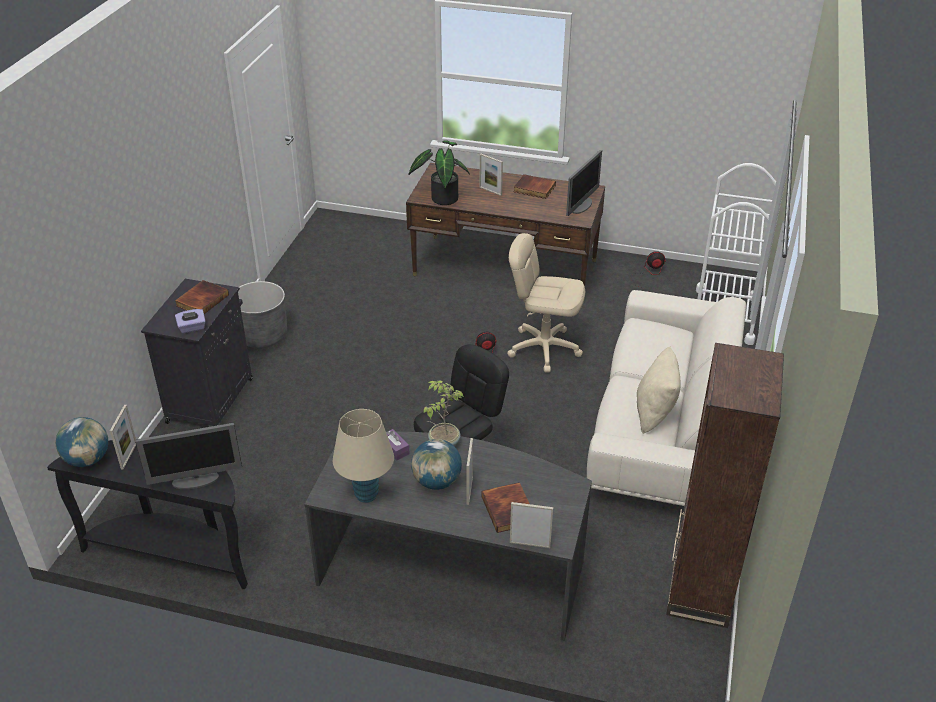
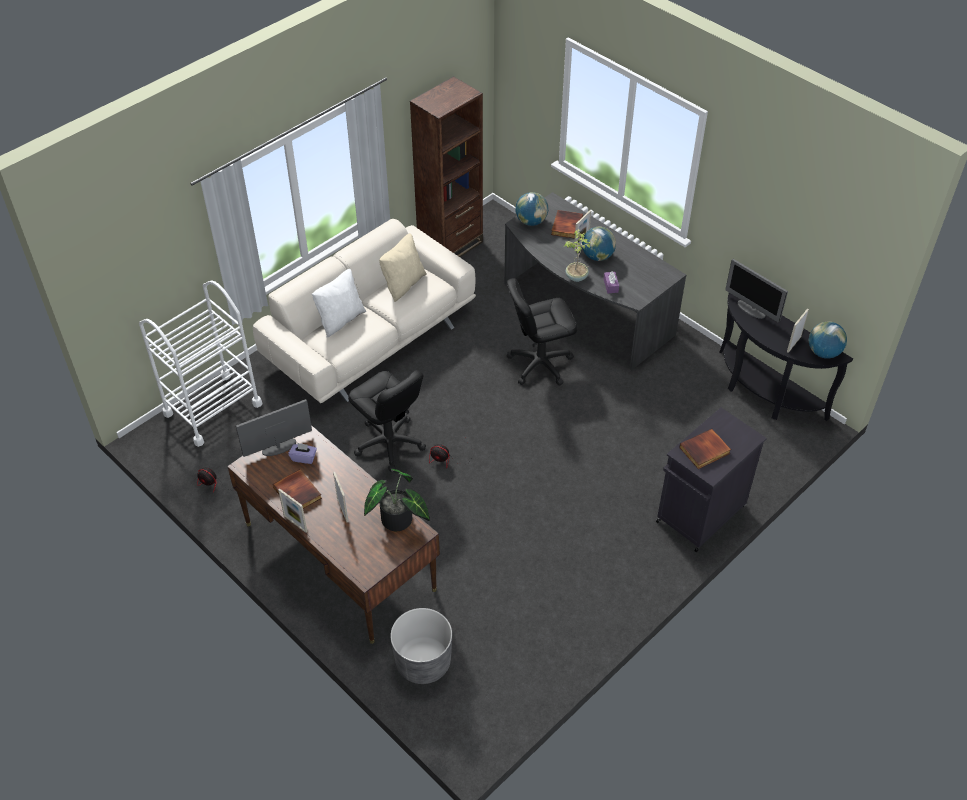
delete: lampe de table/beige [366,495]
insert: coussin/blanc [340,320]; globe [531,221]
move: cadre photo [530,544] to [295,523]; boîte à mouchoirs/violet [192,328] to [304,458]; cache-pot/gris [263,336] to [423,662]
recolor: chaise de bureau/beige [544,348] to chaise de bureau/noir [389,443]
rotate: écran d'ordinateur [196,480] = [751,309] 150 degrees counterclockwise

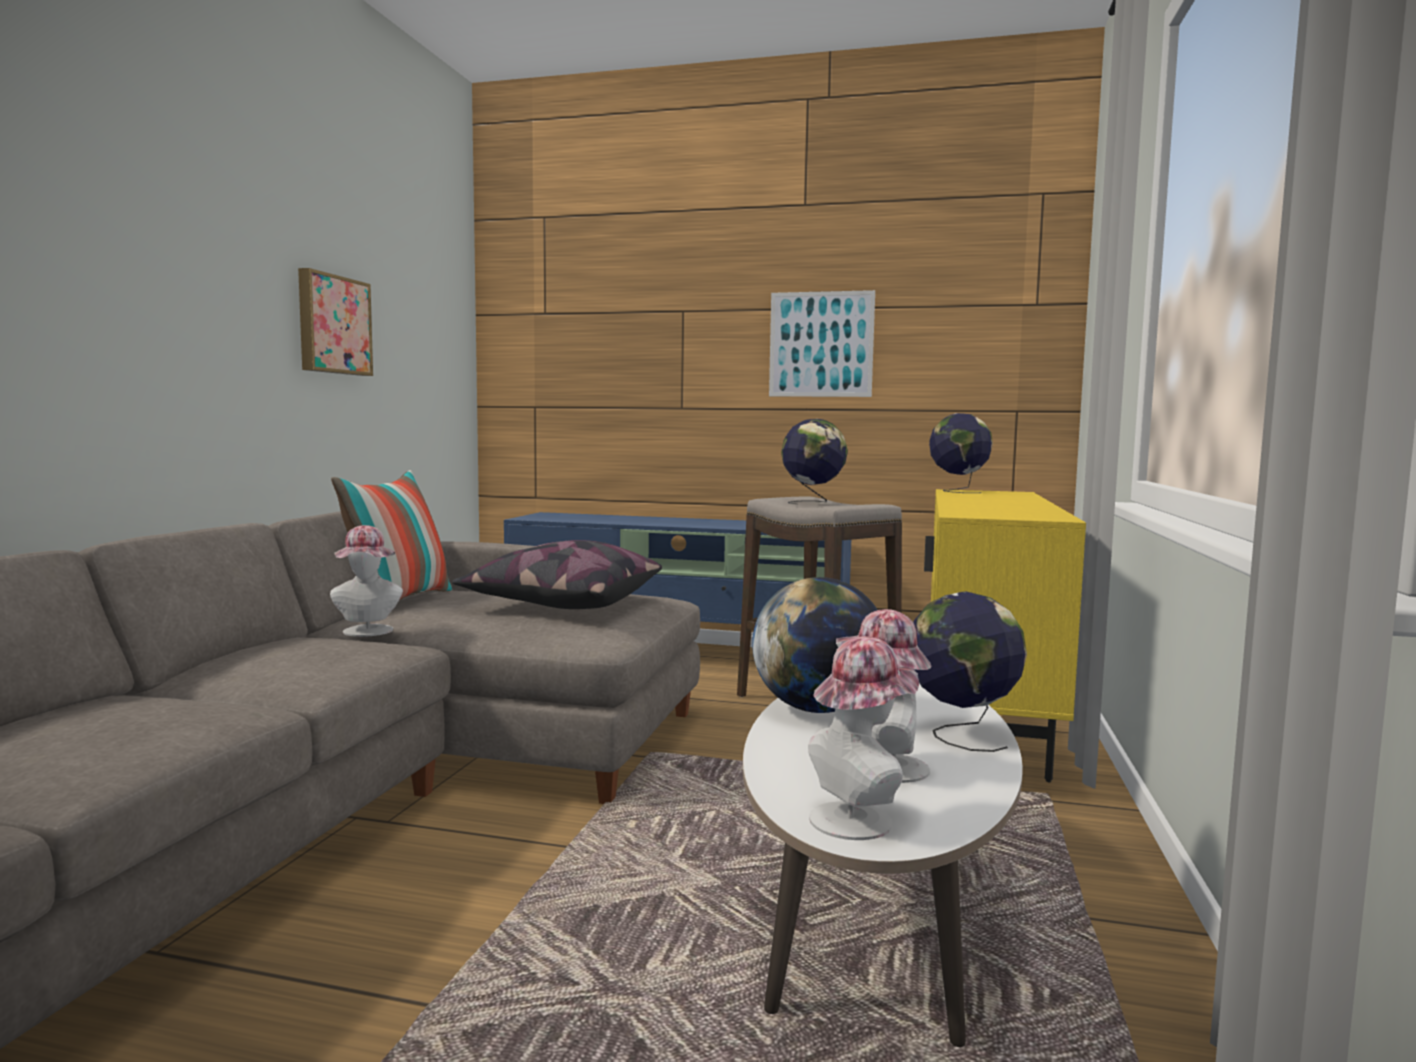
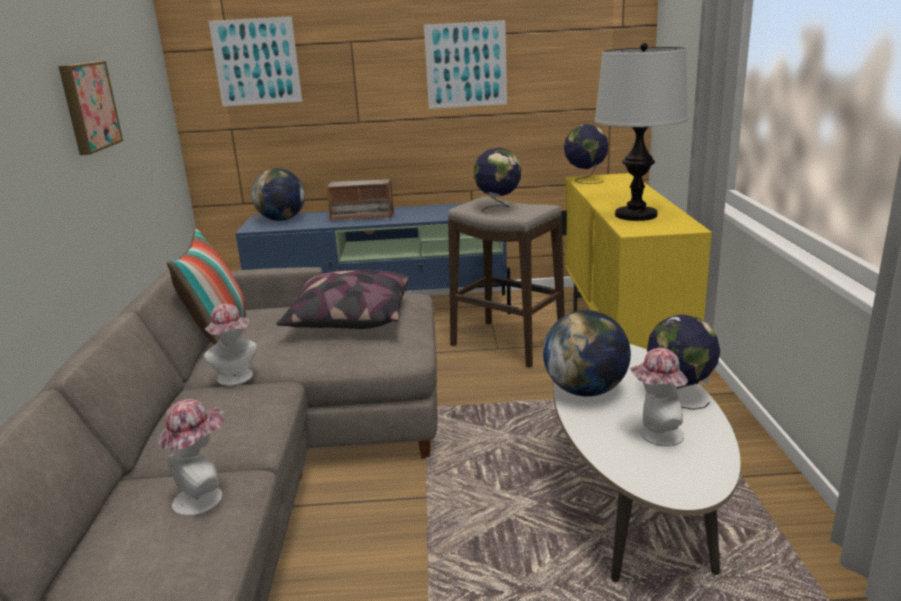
insert: tableau [256,62]; globe [282,219]; radio [362,216]; lampe de table [635,215]
move: chapeau [859,818] to [204,497]

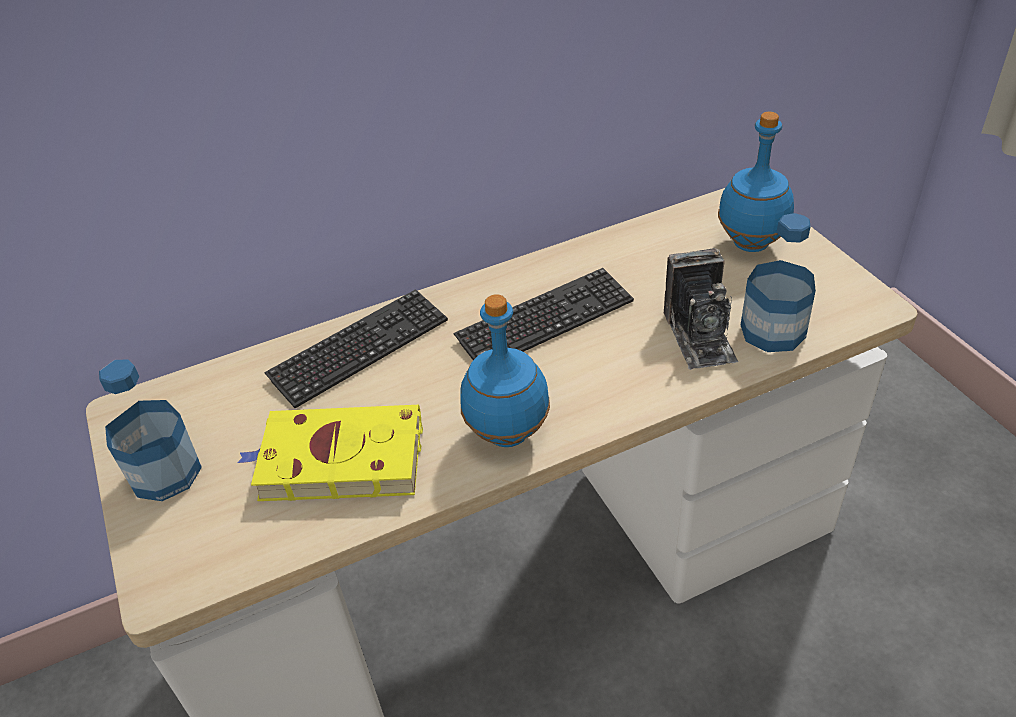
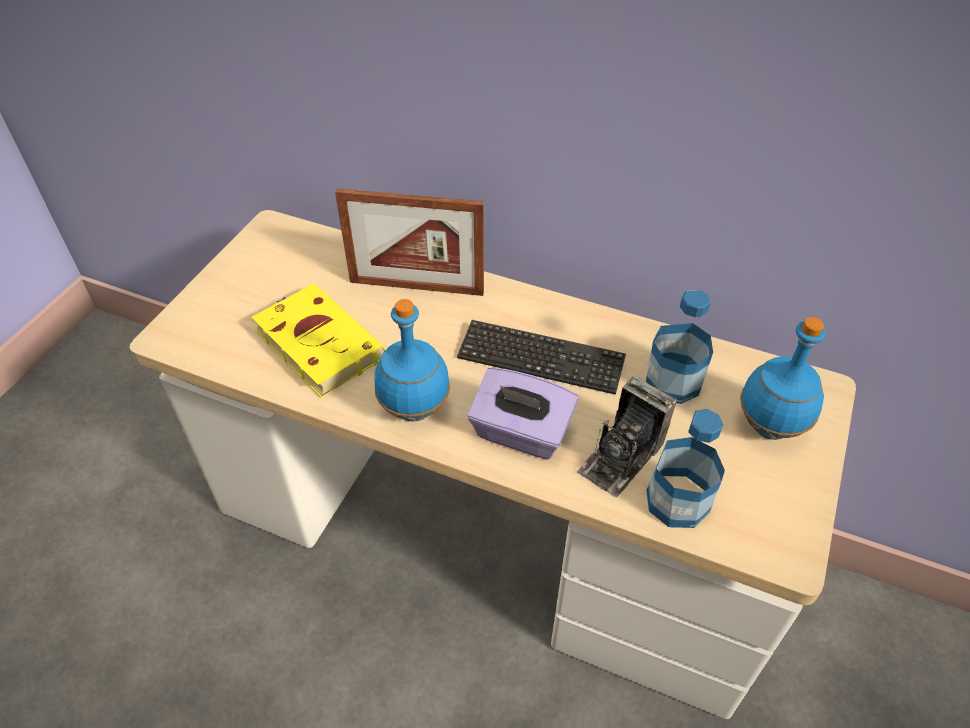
insert: boîte à mouchoirs/violet [520,433]
move: bouteille [165,473] to [673,381]
replace: clavier [359,349] to cadre photo [416,287]

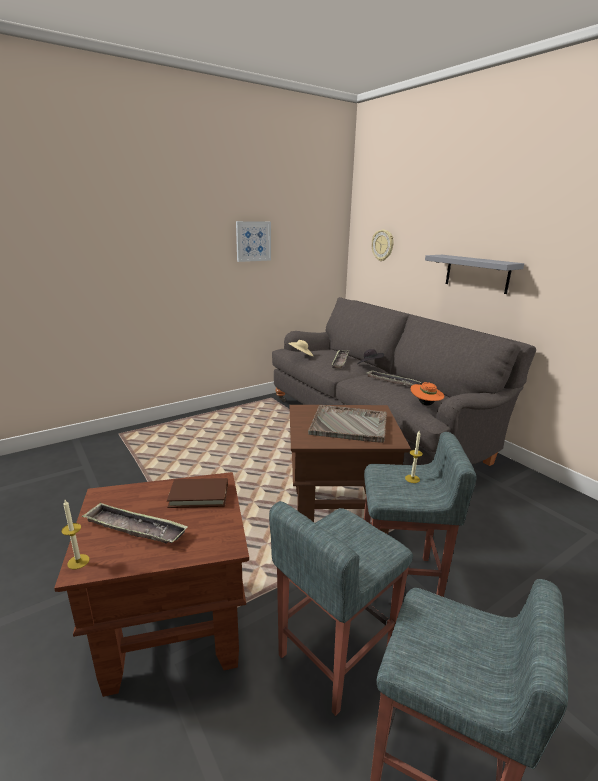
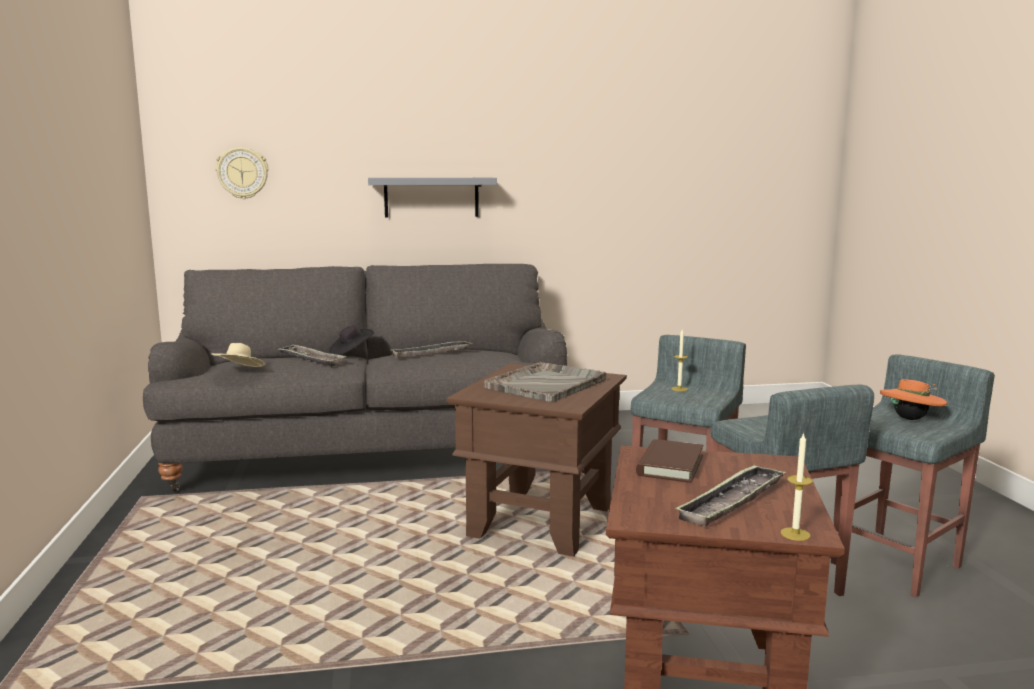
delete: tableau [253,241]
move: chapeau/orange [425,404] to [910,419]

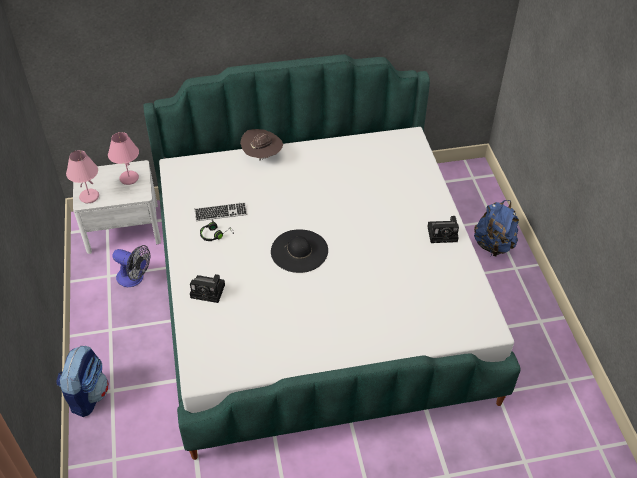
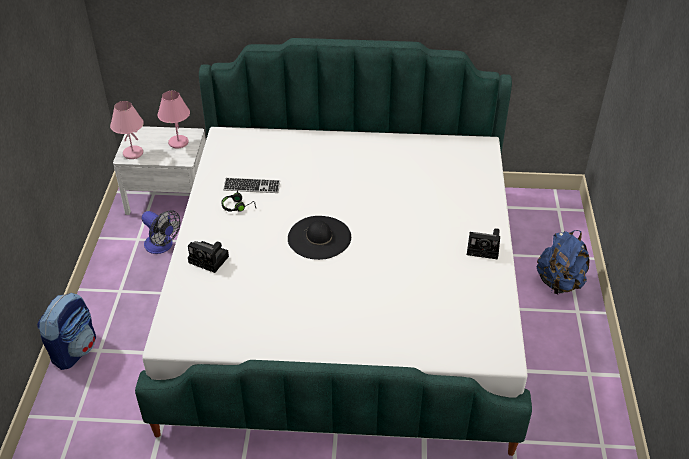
delete: chapeau/marron [262,156]

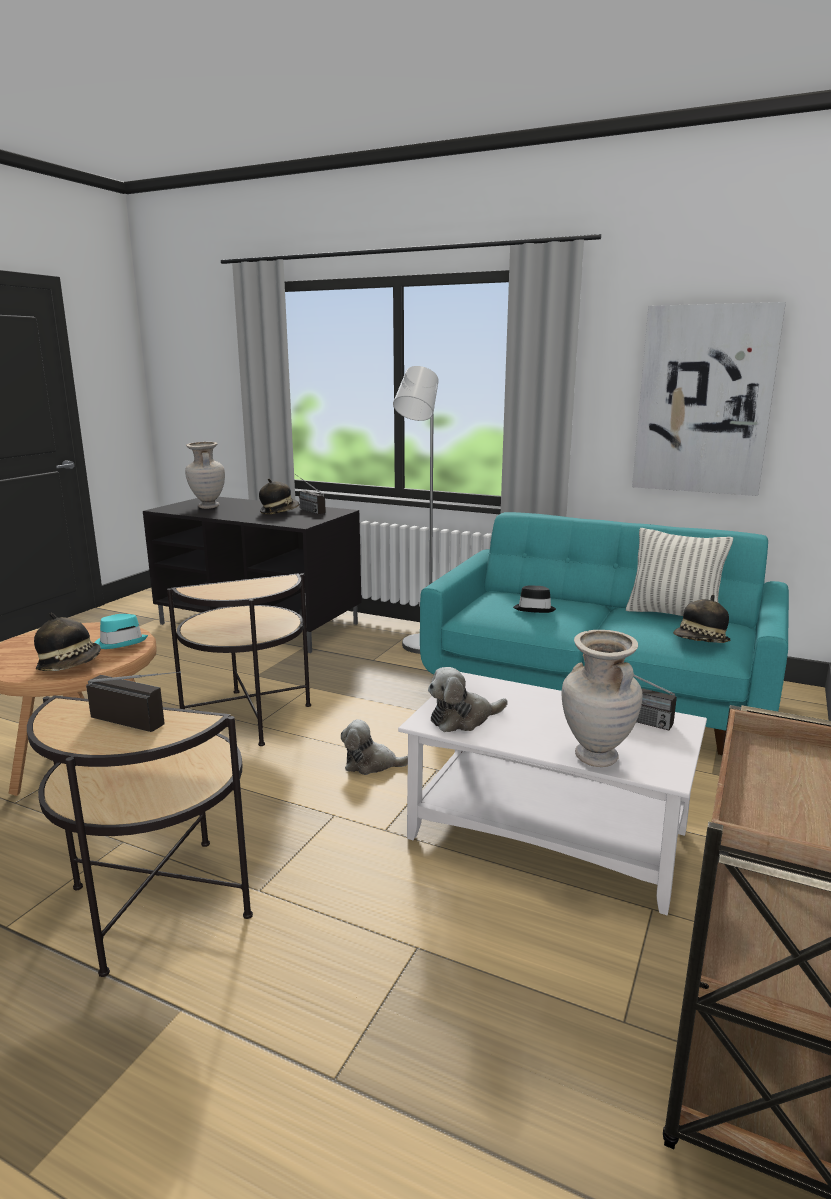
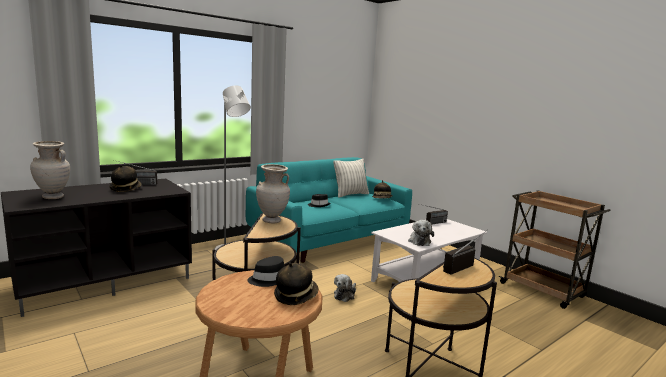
delete: tableau [704,400]
move: vase/beige [595,758] to [272,221]
recolor: chapeau/turquoise [120,642] to chapeau/noir [268,279]

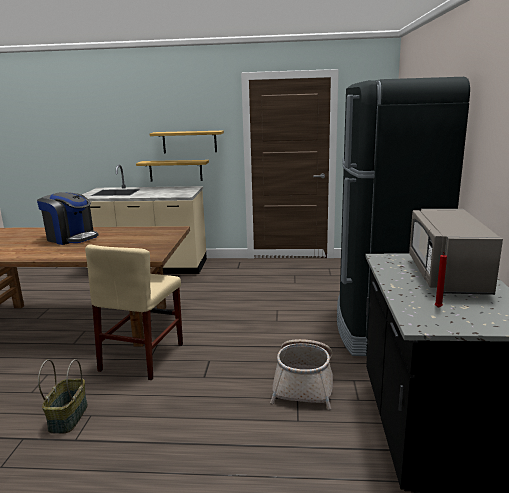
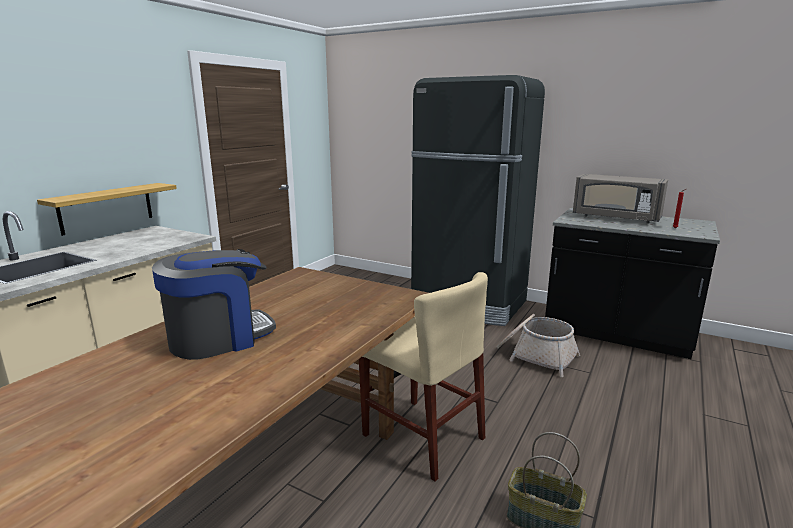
delete: étagère [189,142]

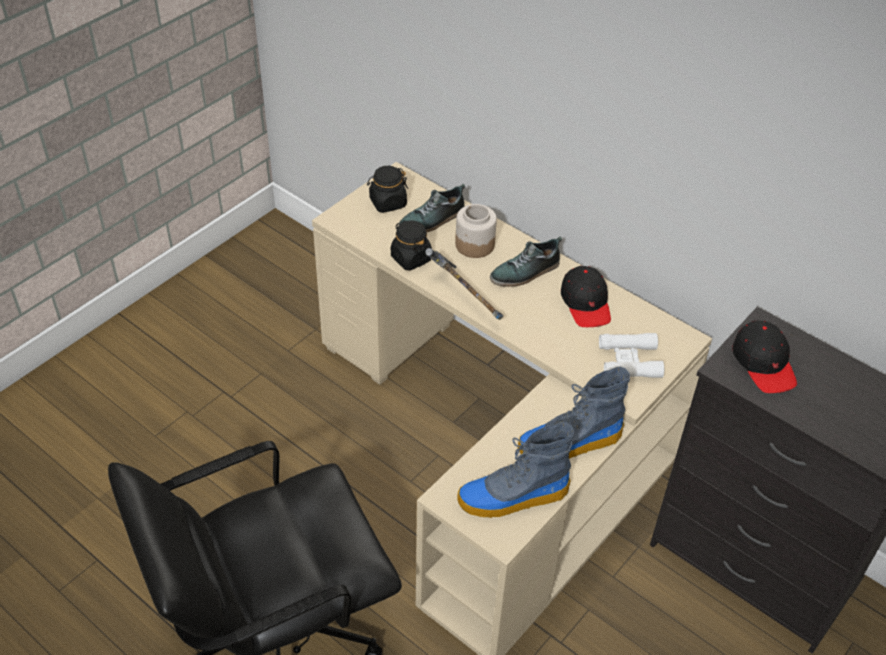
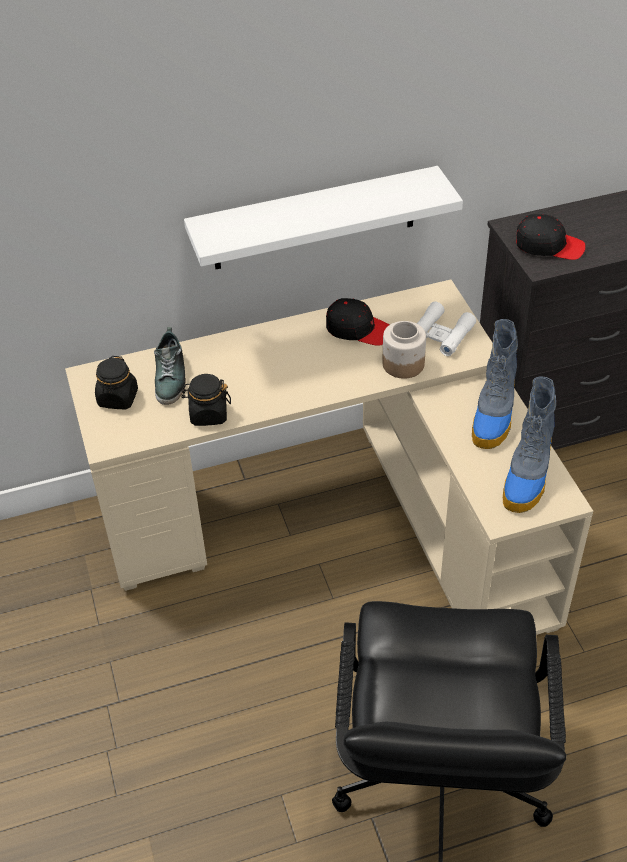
delete: marteau [463,299]; chaussure [525,272]
insert: étagère/blanc [314,219]
move: bocal [474,244] to [402,364]

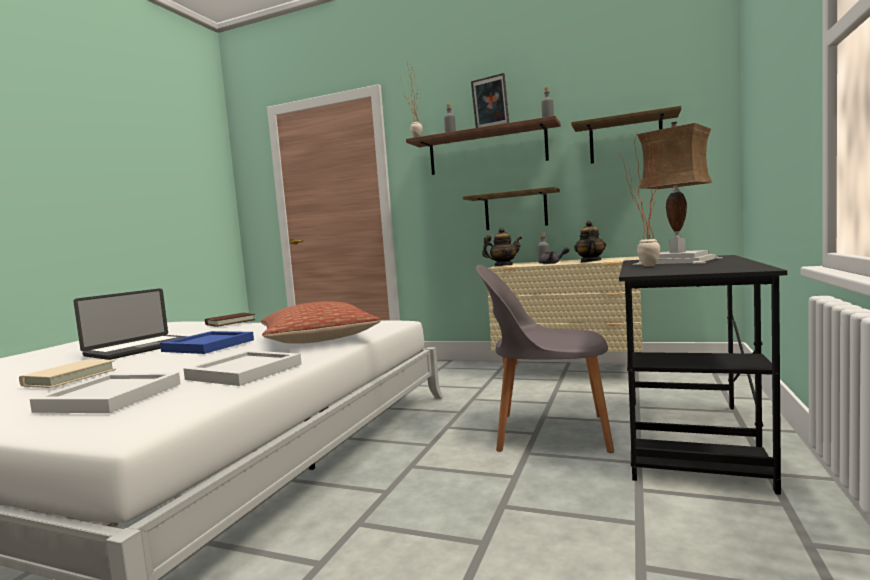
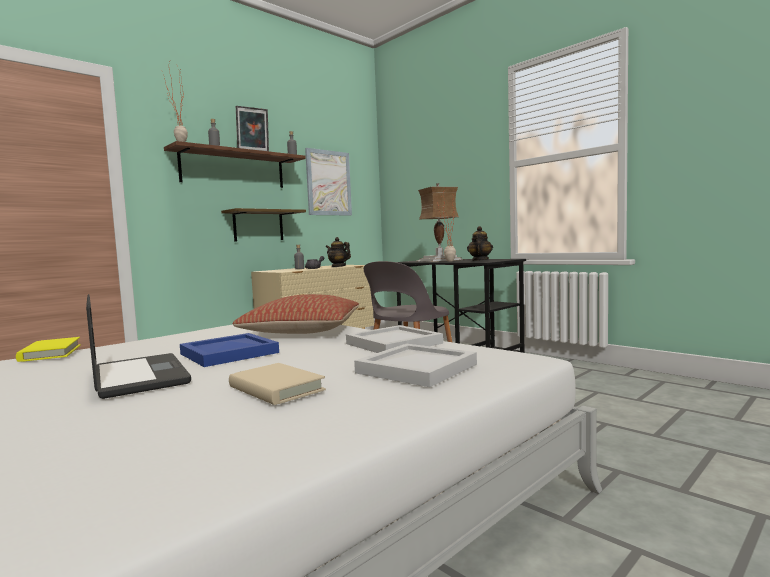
move: théière [503,266] to [479,260]
replace: étagère [625,140] to tableau [328,183]
recolor: livre/marron [230,322] to livre/jaune [50,353]

